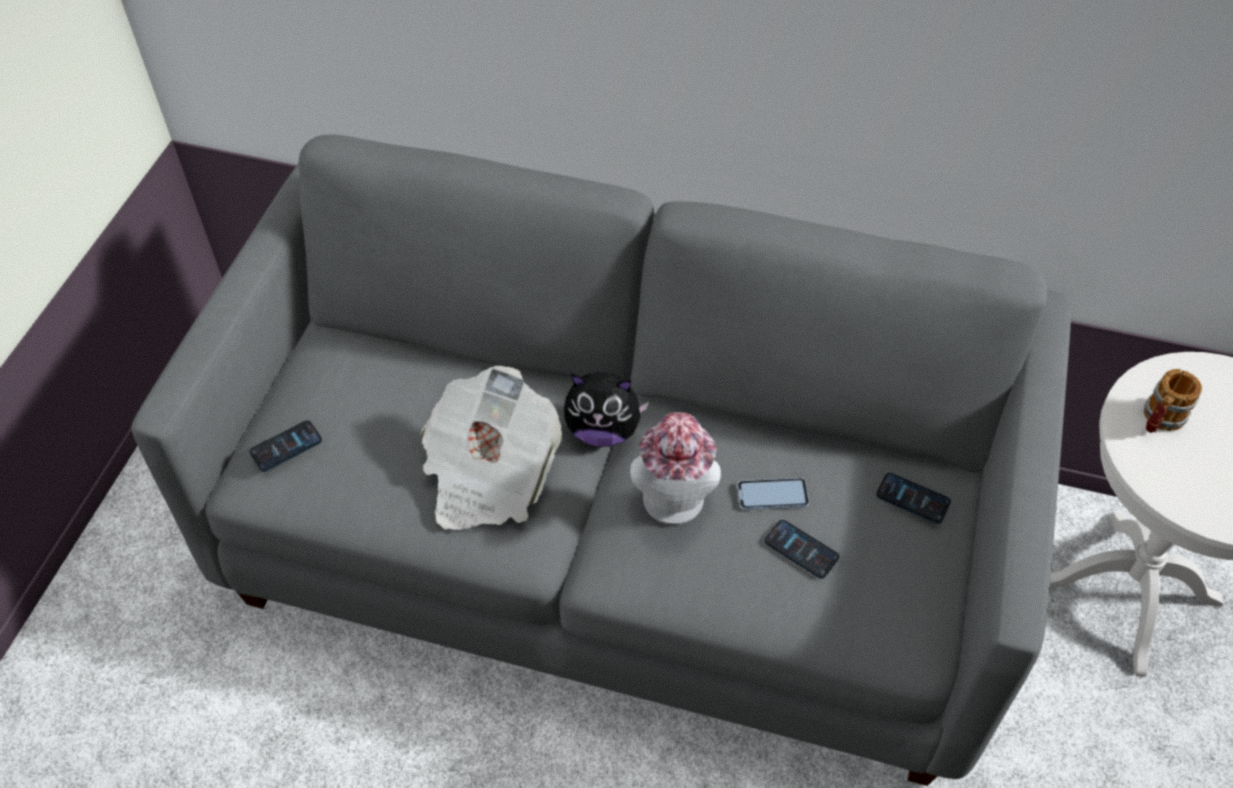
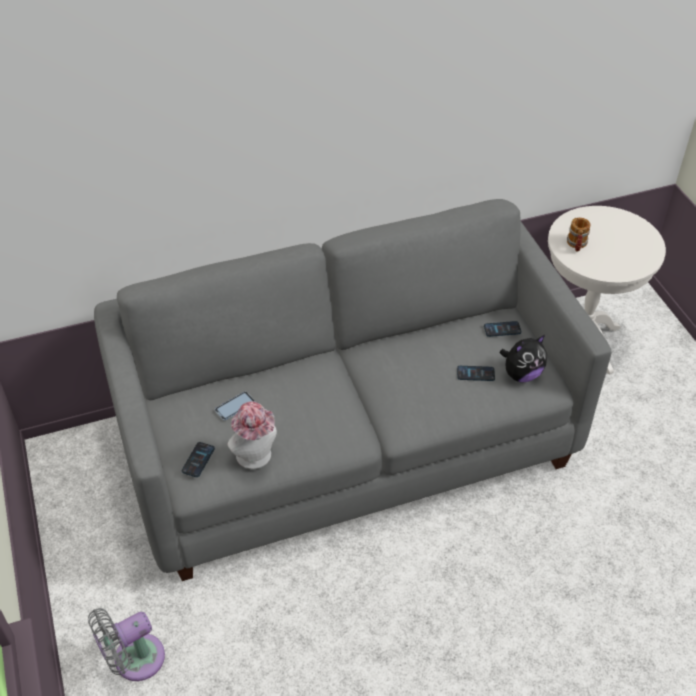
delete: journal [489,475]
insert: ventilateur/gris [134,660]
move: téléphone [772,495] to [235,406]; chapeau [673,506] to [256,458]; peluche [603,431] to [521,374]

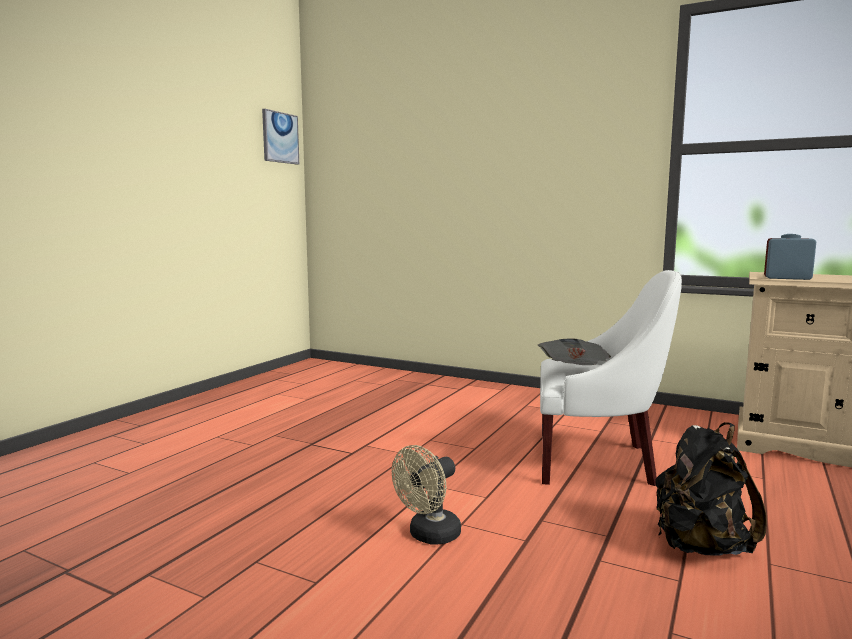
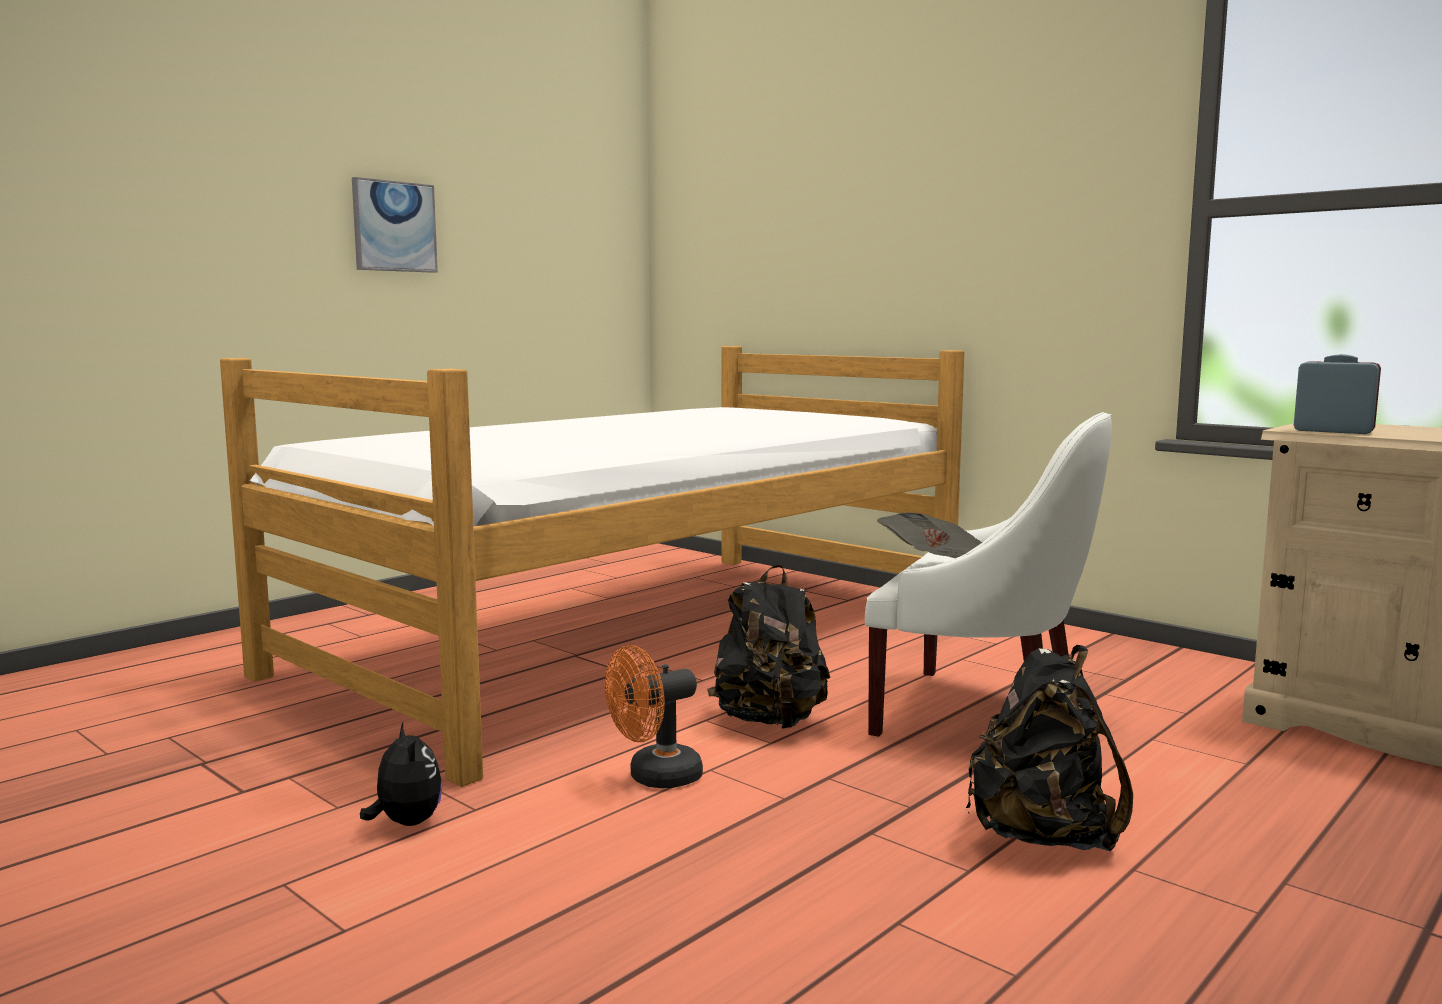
insert: lit [641,637]; peluche [406,823]; sac à dos/noir [770,721]
move: tableau [280,137] to [394,226]
recolor: ventilateur/beige [429,536] to ventilateur/orange [655,778]

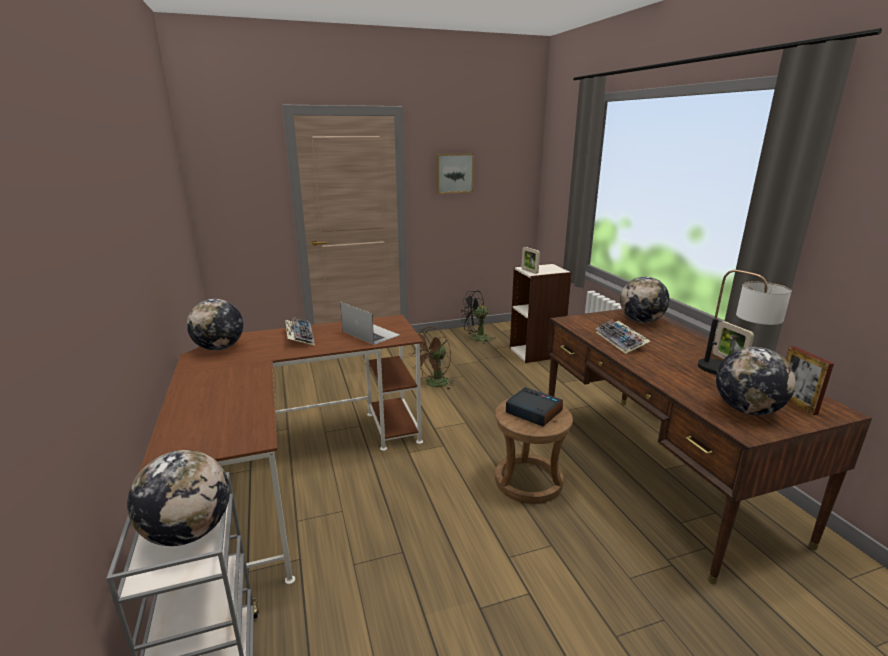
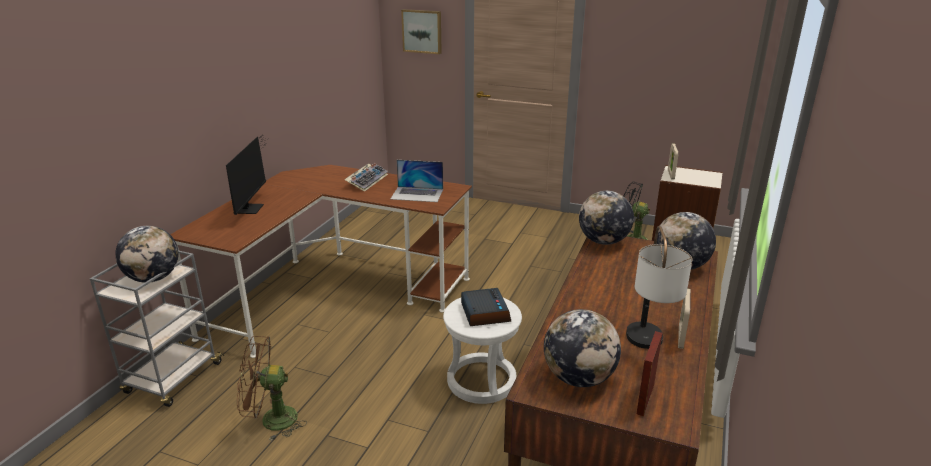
delete: clavier [621,341]
insert: écran d'ordinateur [251,207]
move: ventilateur/marron [434,384] to [271,420]; tableau [454,173] to [422,31]; globe [219,348] to [603,241]
recolor: tabouret/marron [528,481] to tabouret/blanc [481,380]
rotate: ordinateur portable [370,333] = [417,194] 105 degrees clockwise

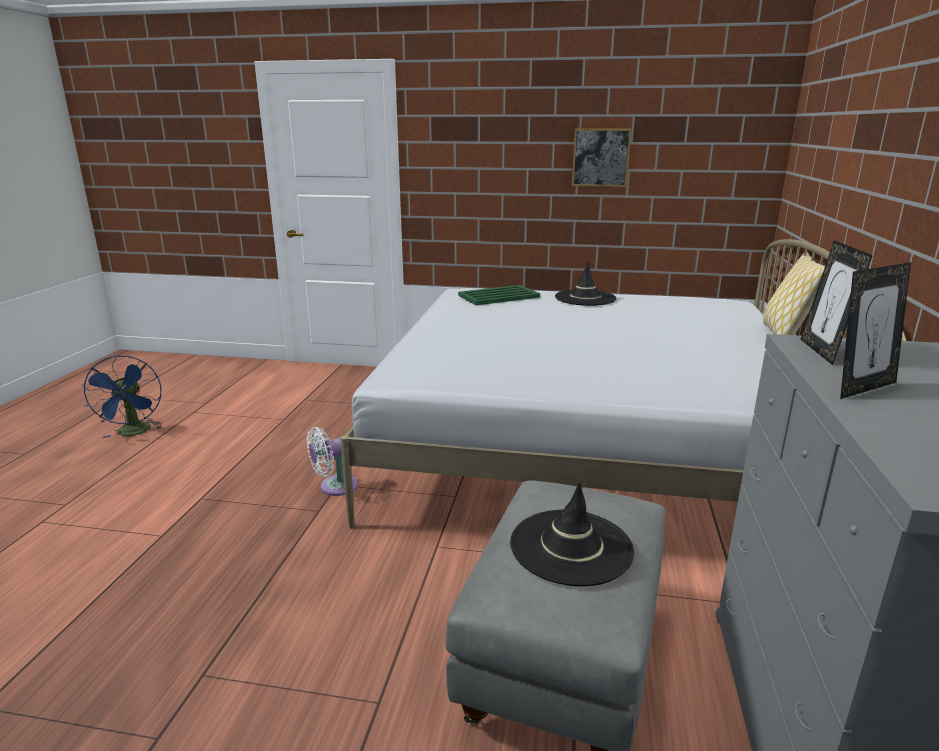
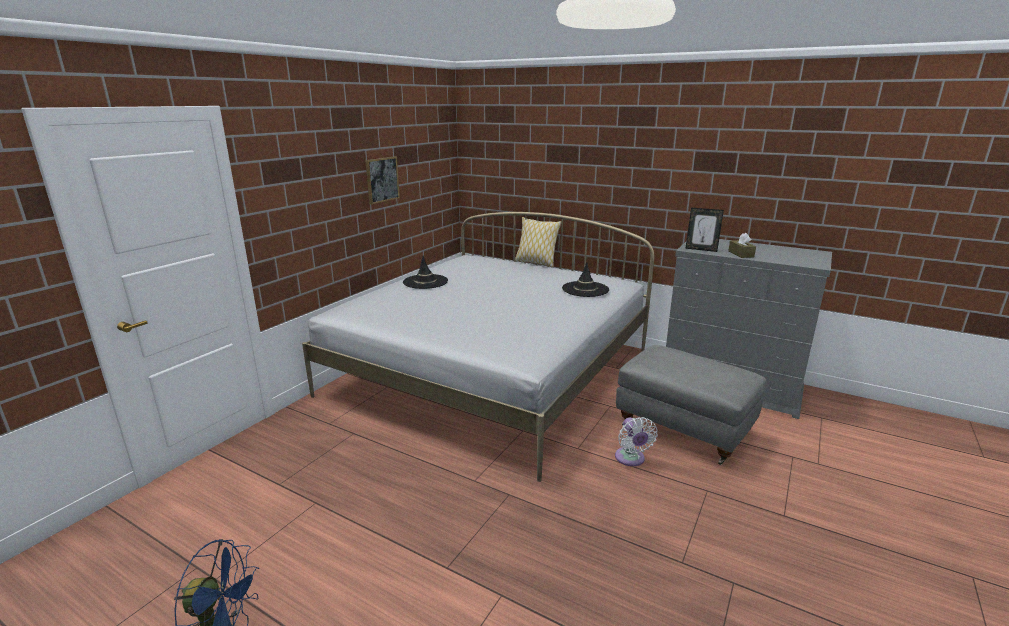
delete: plateau/vert [499,296]
move: chapeau/noir [571,547] to [585,289]; ventilateur/blanc [335,487] to [631,459]
replace: cadre photo [861,387] to boîte à mouchoirs/marron [741,254]

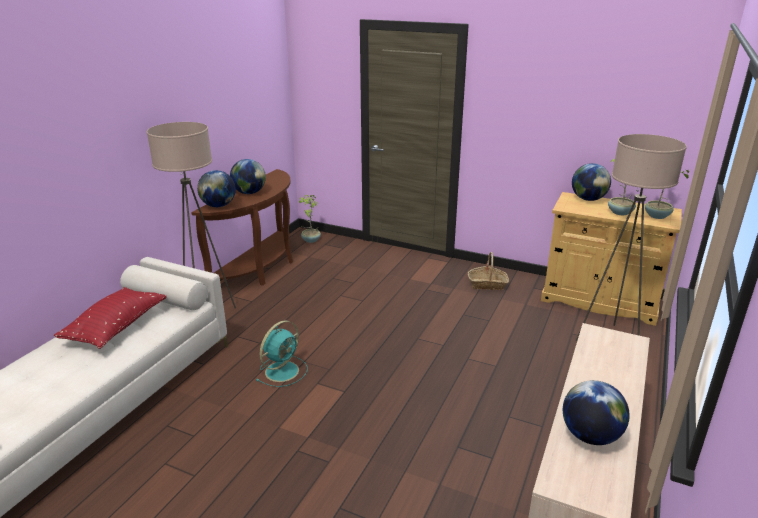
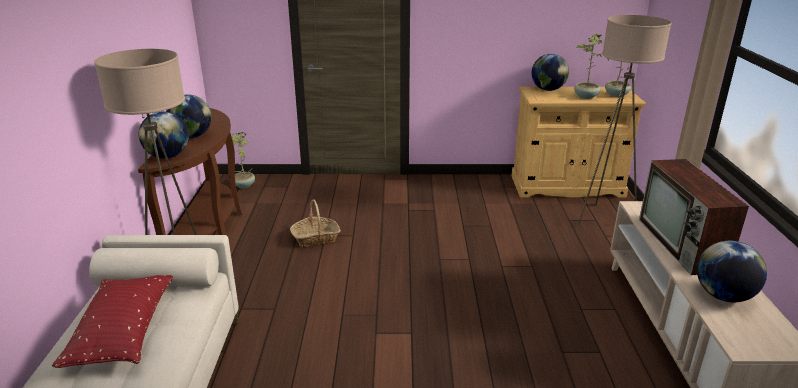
delete: ventilateur/turquoise [283,370]
insert: téléviseur [682,245]
move: panier [487,284] to [316,238]

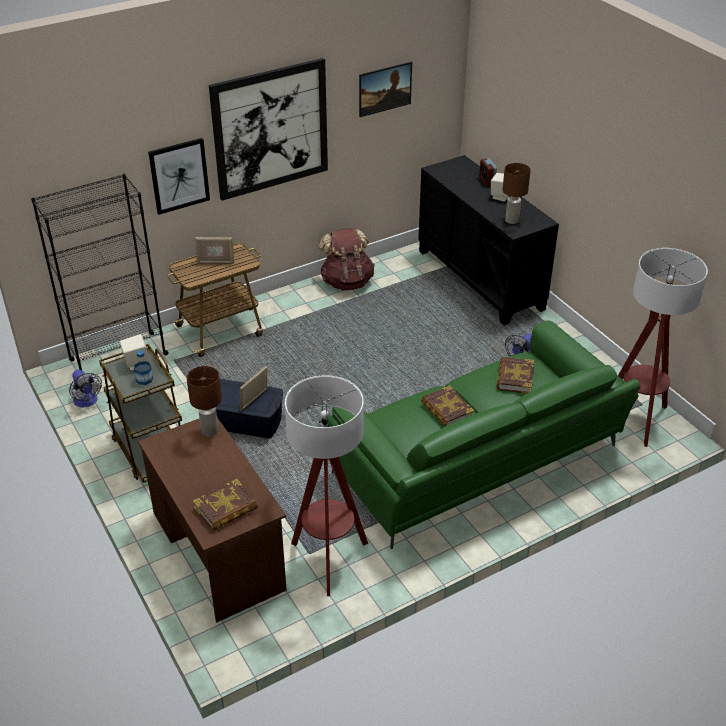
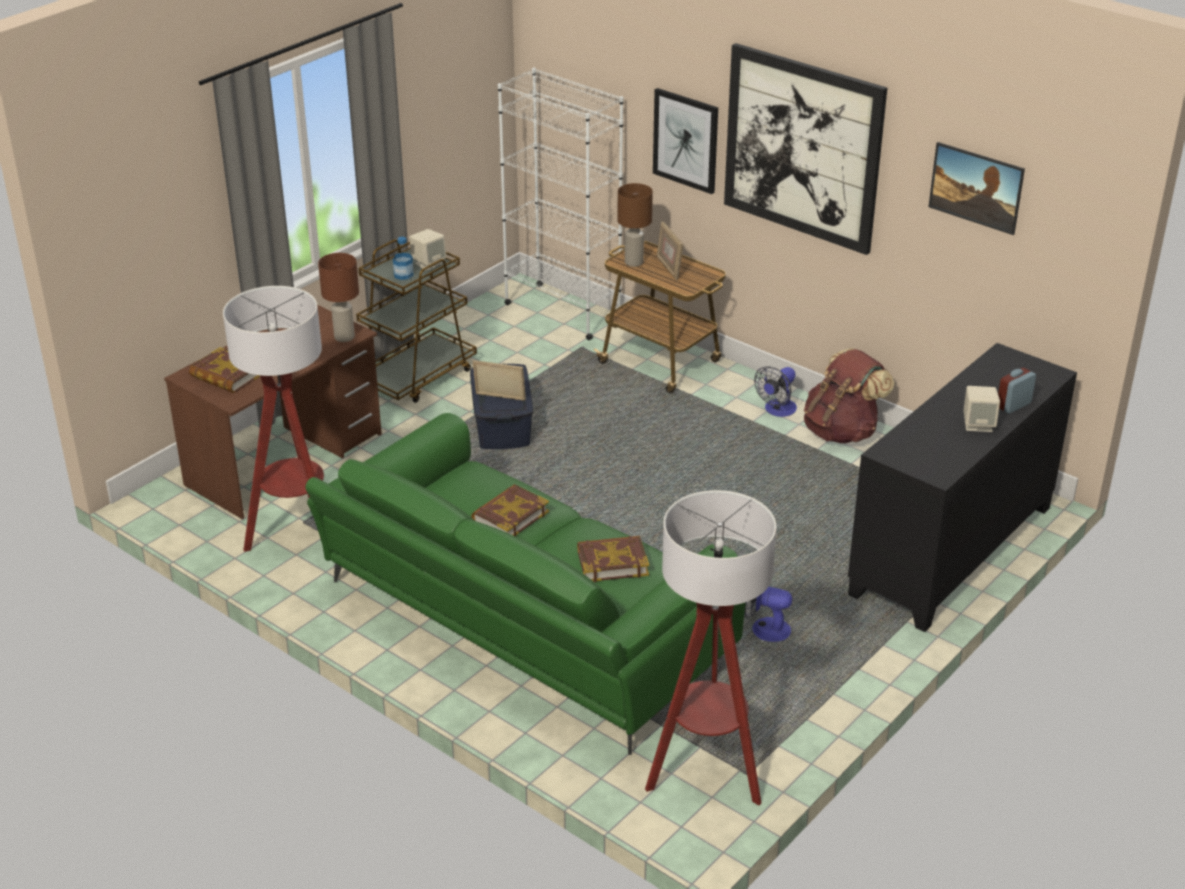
move: lampe de table/marron [511,220] to [633,262]; ventilateur [87,402] to [777,410]
recolor: bibliothèque/noir [118,357] to bibliothèque/blanc [563,311]

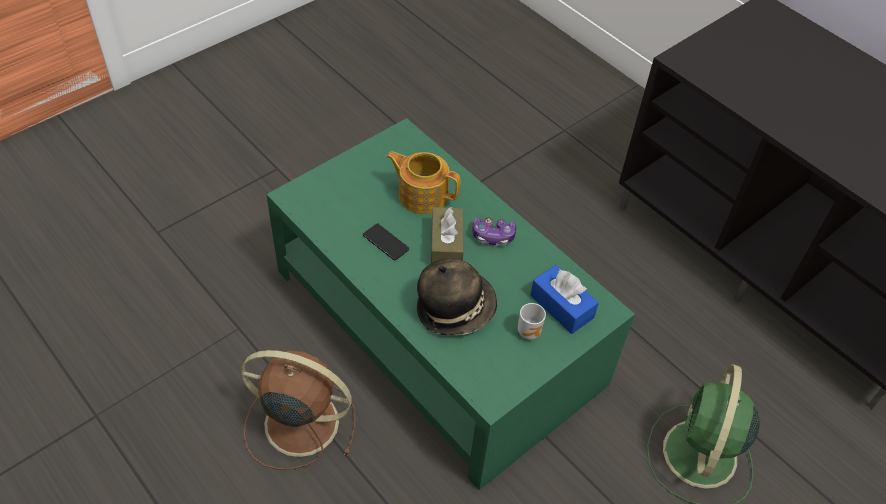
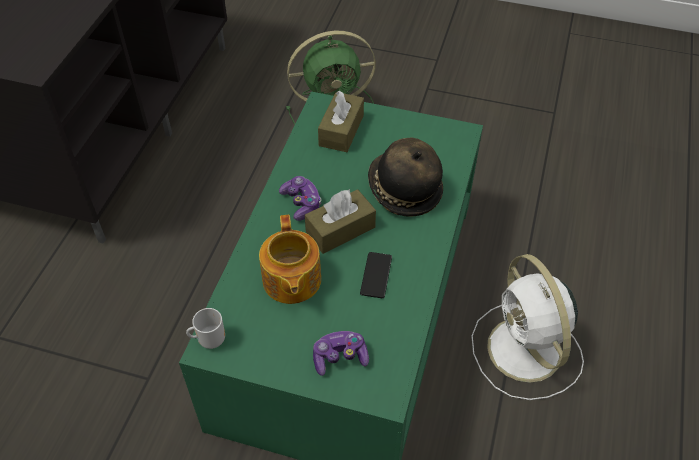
insert: manette [339,357]
move: mug [530,331] to [210,339]
recolor: boîte à mouchoirs/bleu [561,306] to boîte à mouchoirs/marron [341,130]; ventilateur/marron [298,422] to ventilateur/blanc [526,352]

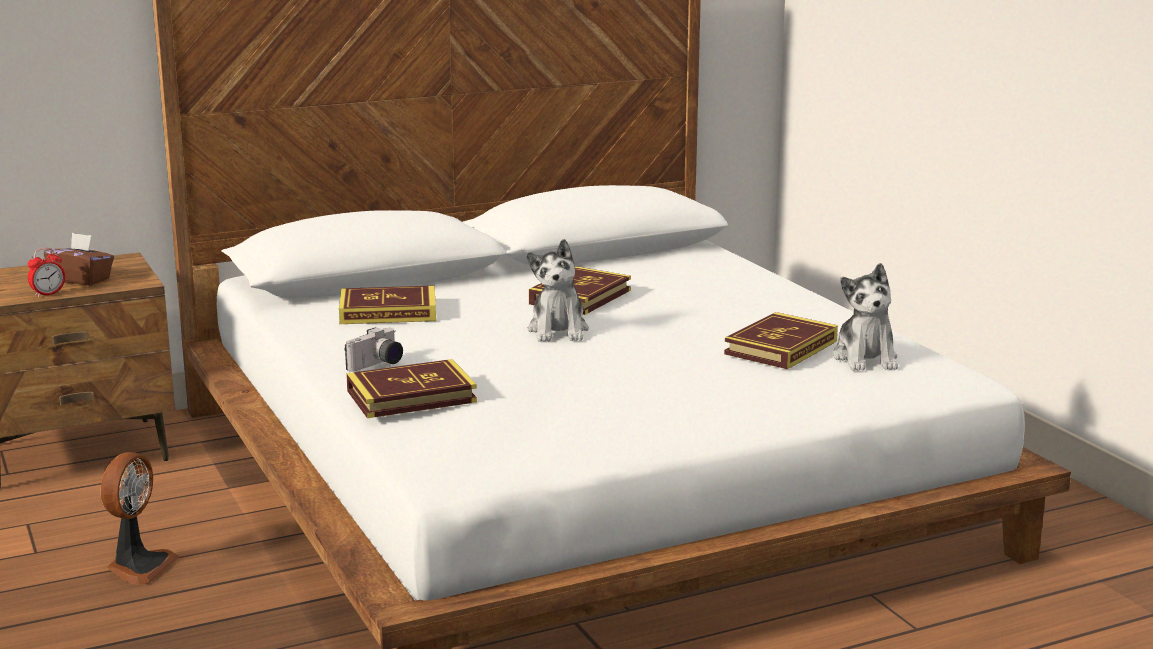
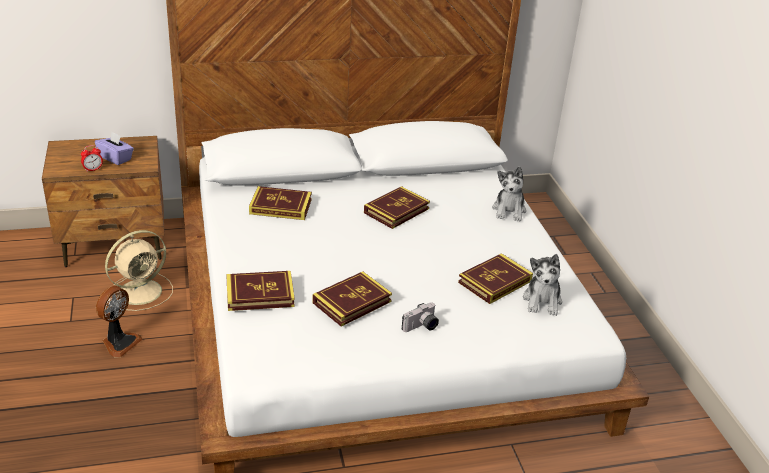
insert: ventilateur/beige [142,291]; livre [352,302]
move: appareil photo [377,365] to [421,327]; peluche [558,330] to [509,210]
recolor: boîte à mouchoirs/marron [82,280] to boîte à mouchoirs/violet [116,158]

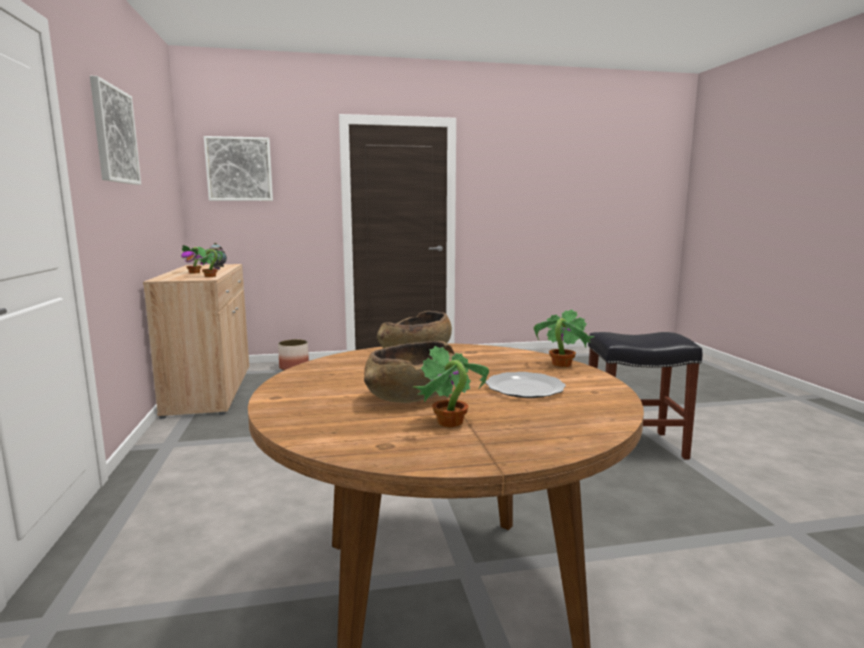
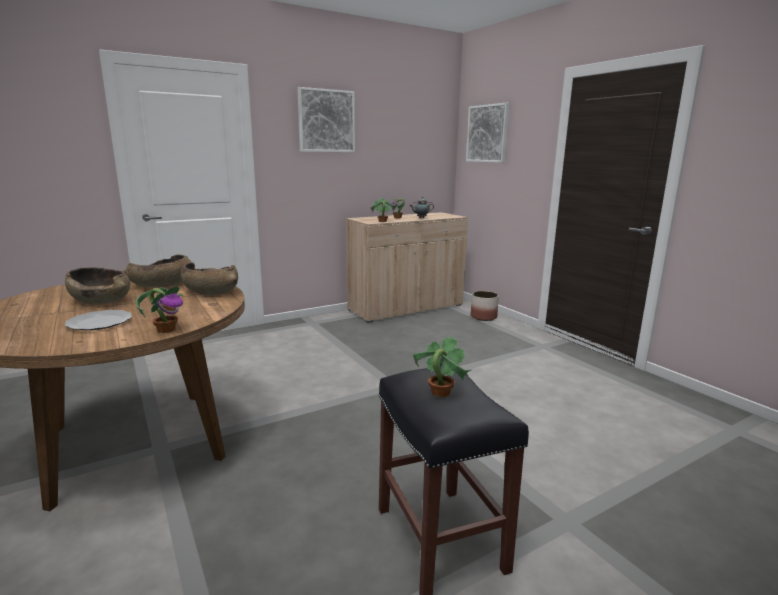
insert: bol/marron [162,285]
move: plante en pot [449,423] to [440,392]

